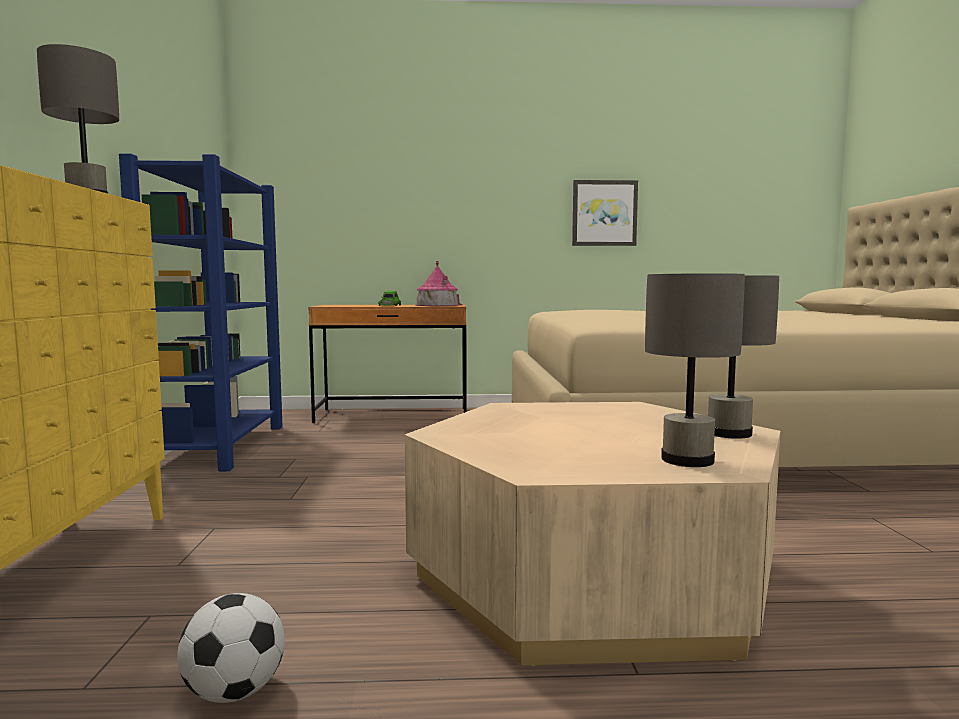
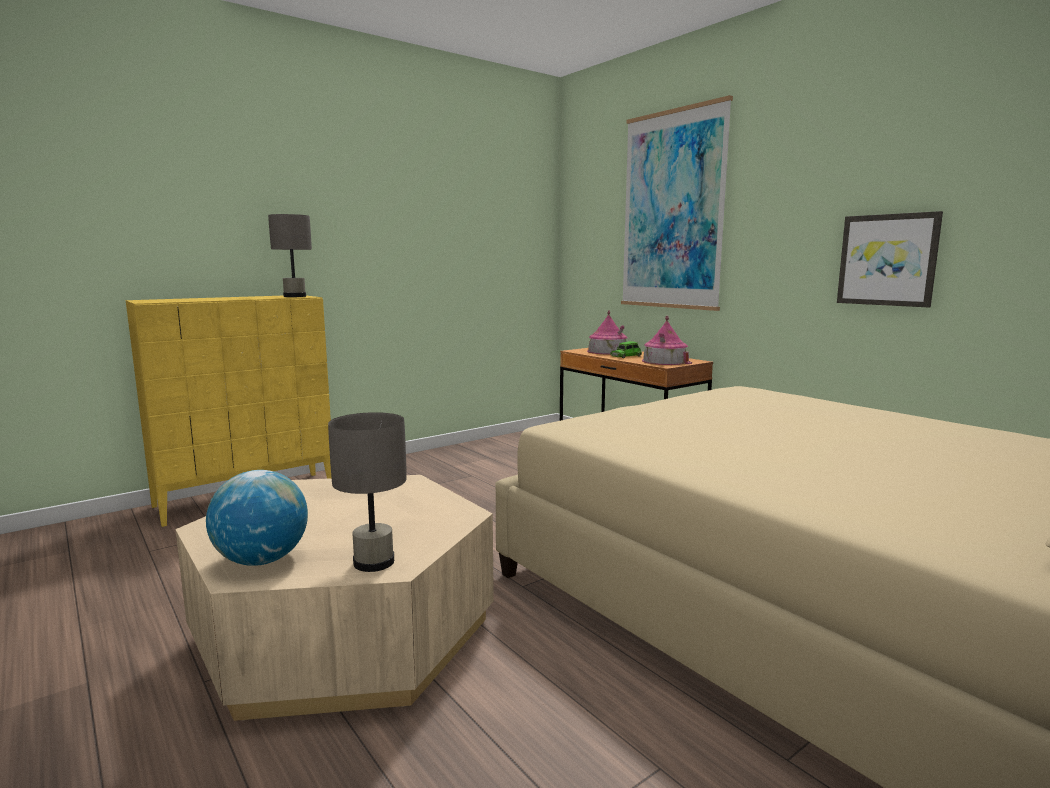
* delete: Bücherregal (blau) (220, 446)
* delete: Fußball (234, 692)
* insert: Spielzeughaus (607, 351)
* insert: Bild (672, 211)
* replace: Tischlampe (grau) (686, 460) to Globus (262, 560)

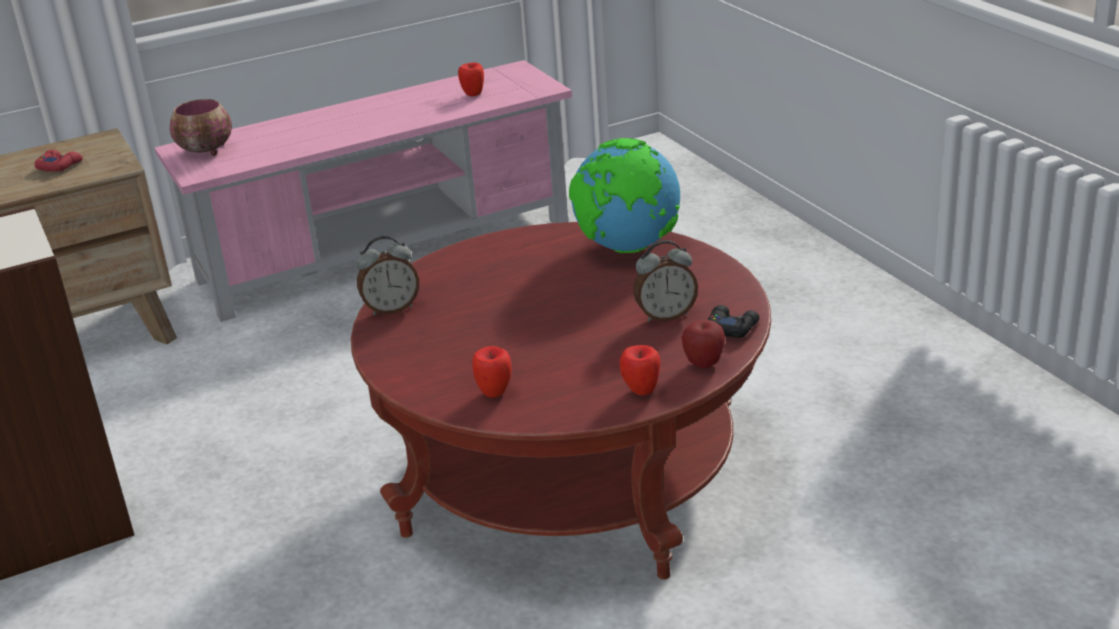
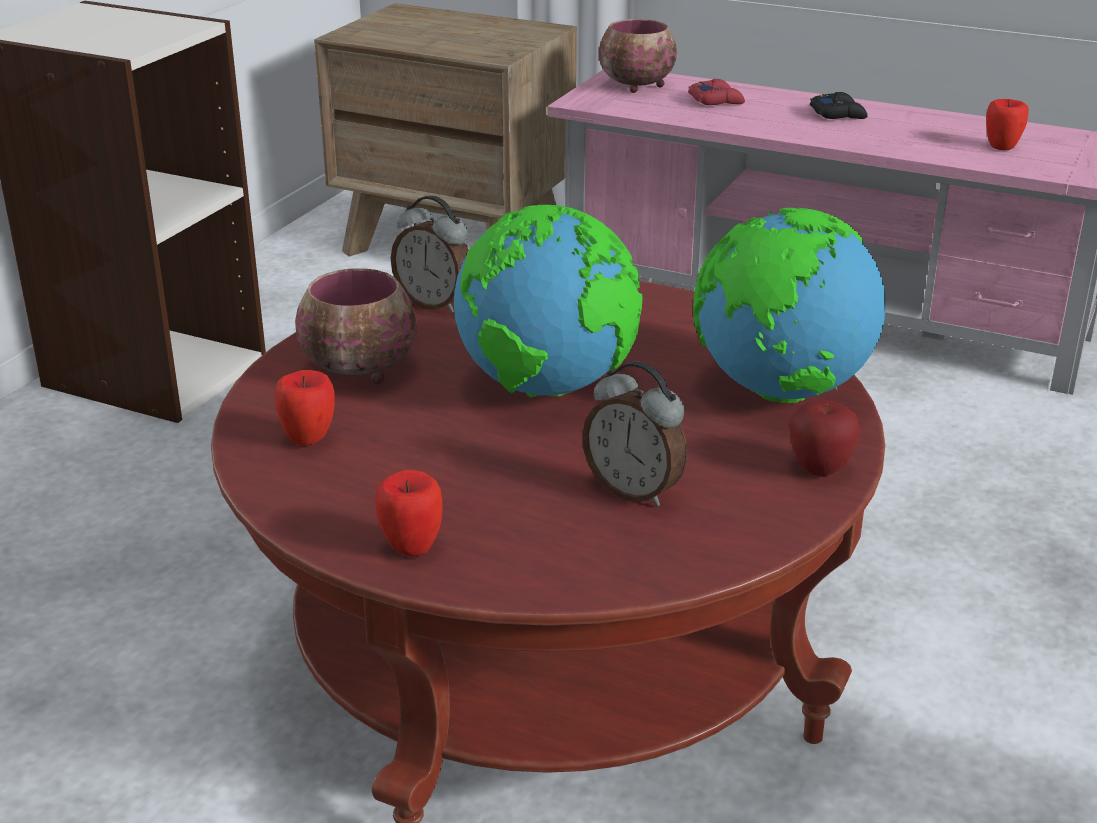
* insert: Schüssel (361, 371)
* insert: Globus (549, 388)
* move: Gamepad (rot) (59, 166) to (716, 100)
* move: Apfel (703, 363) to (819, 469)
* move: Gamepad (schwarz) (731, 327) to (838, 114)

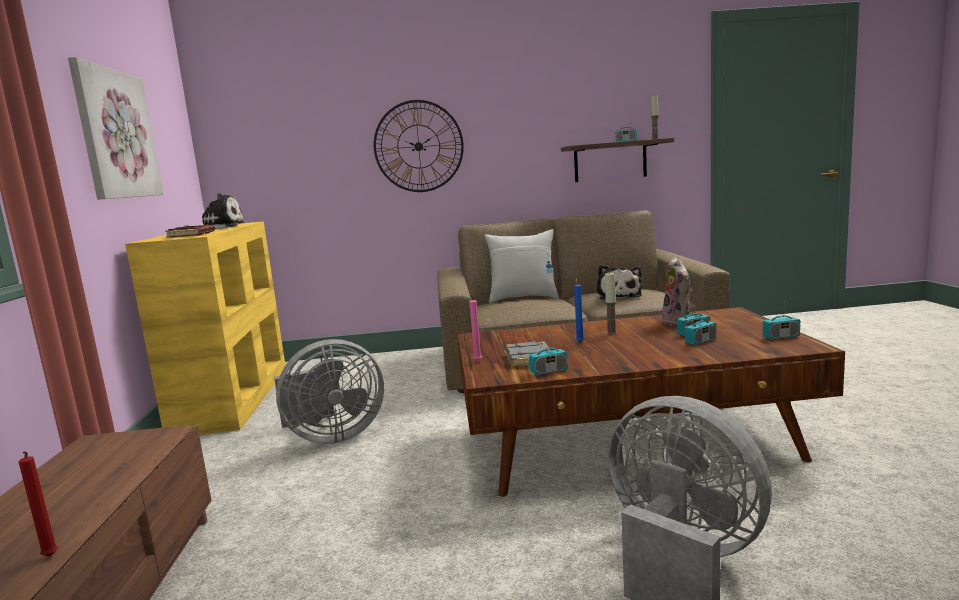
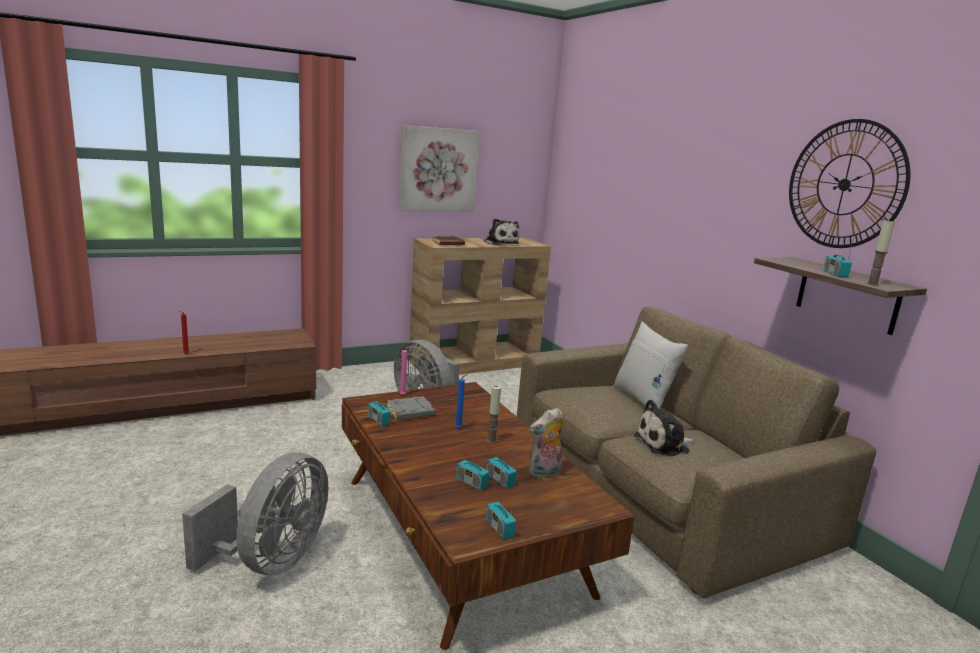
* move: Wanduhr (418, 146) to (844, 184)
* recolor: Bücherregal (gelb) (232, 398) to Bücherregal (braun) (474, 362)

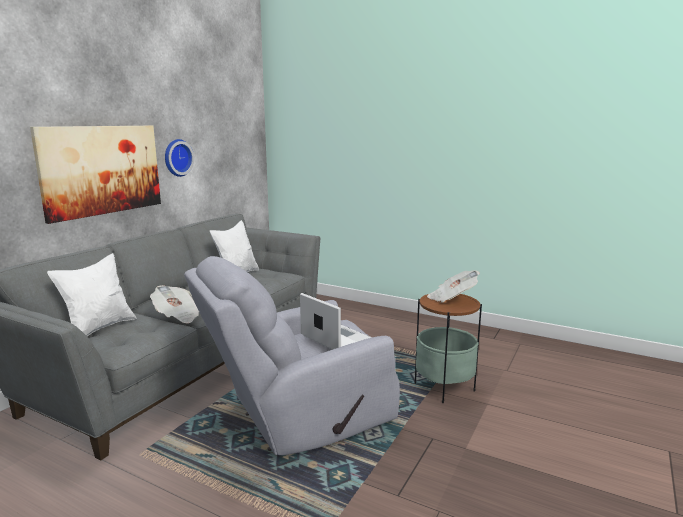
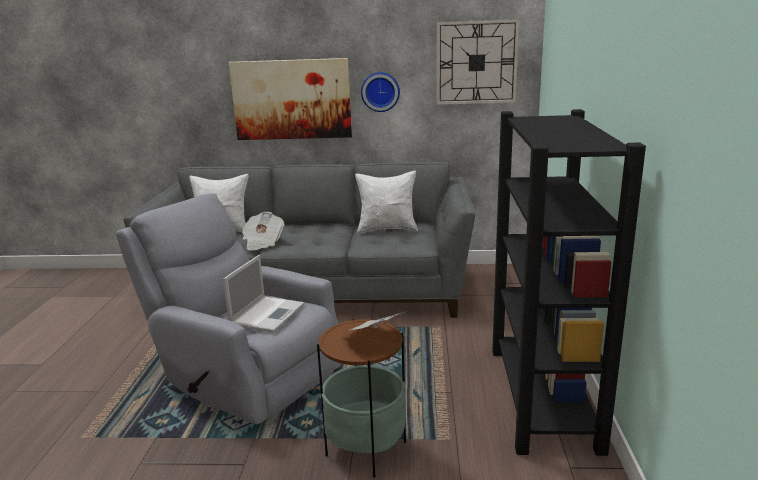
* insert: Wanduhr (476, 62)
* insert: Bücherregal (schwarz) (542, 396)

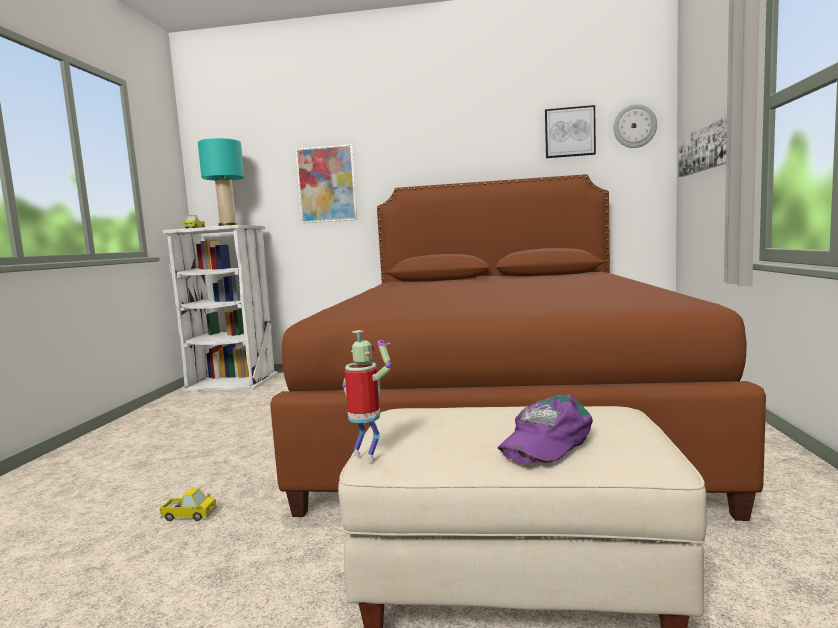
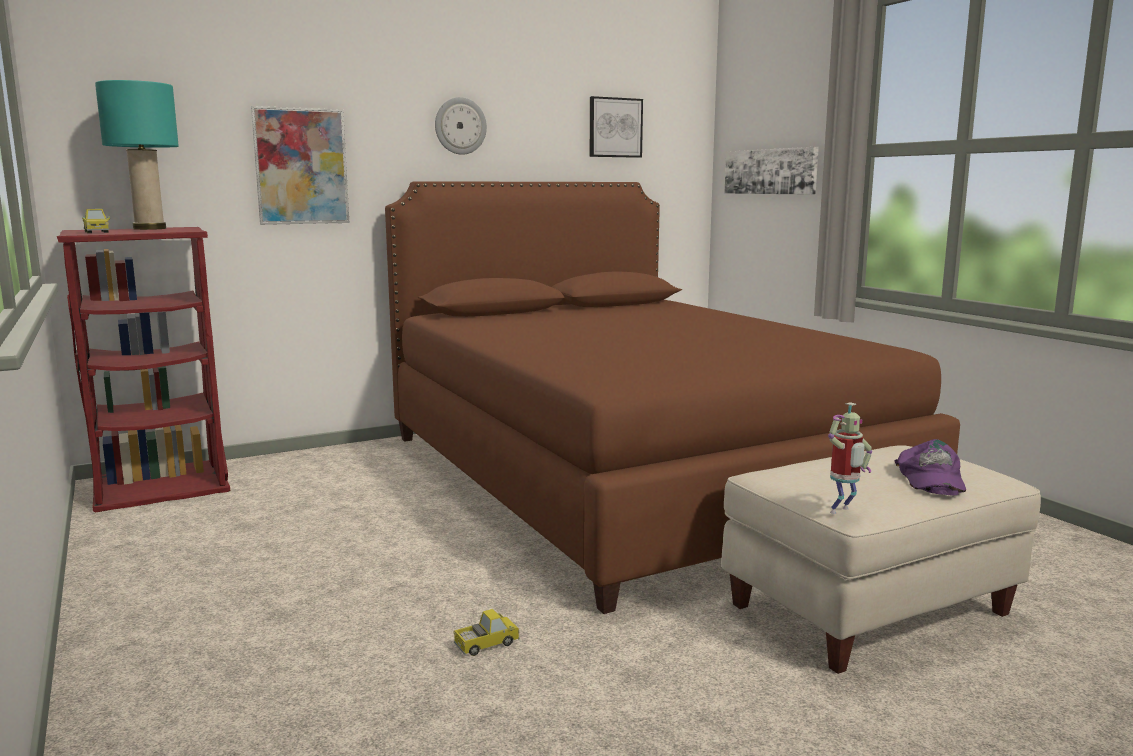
* move: Wanduhr (634, 126) to (460, 126)
* recolor: Bücherregal (weiß) (233, 382) to Bücherregal (rot) (162, 486)
* rotate: Spielzeugroboter (368, 455) = (842, 512) 135 degrees clockwise

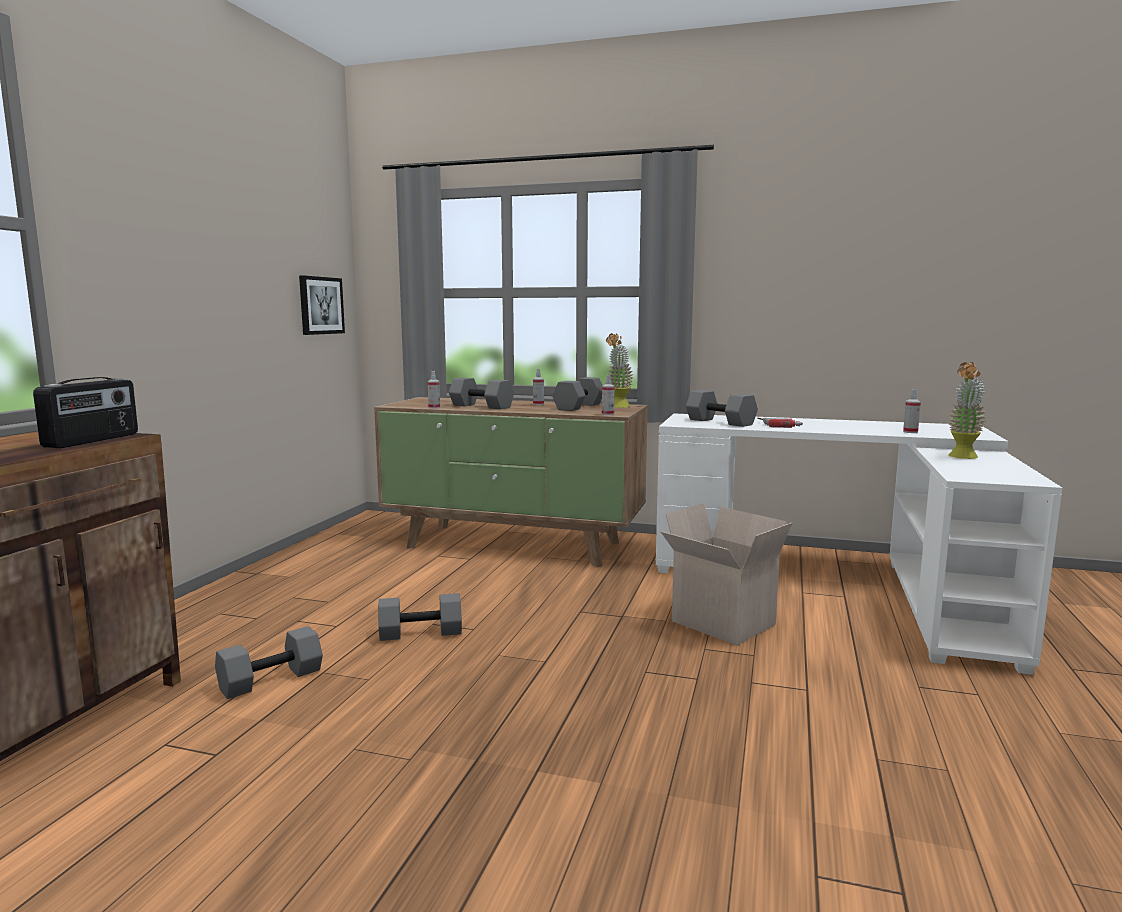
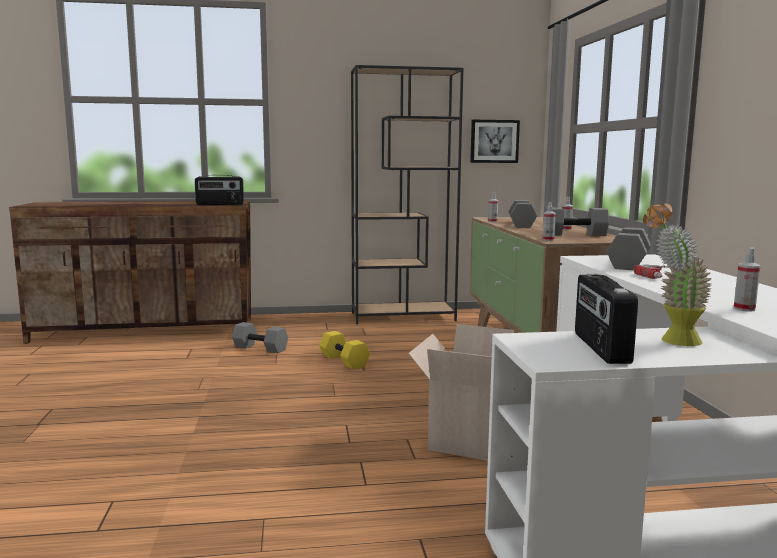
* delete: Topfpflanze (618, 407)
* insert: Bücherregal (403, 317)
* insert: Radio (600, 348)
* recolor: Hantel (grau) (420, 634) to Hantel (gelb) (343, 361)

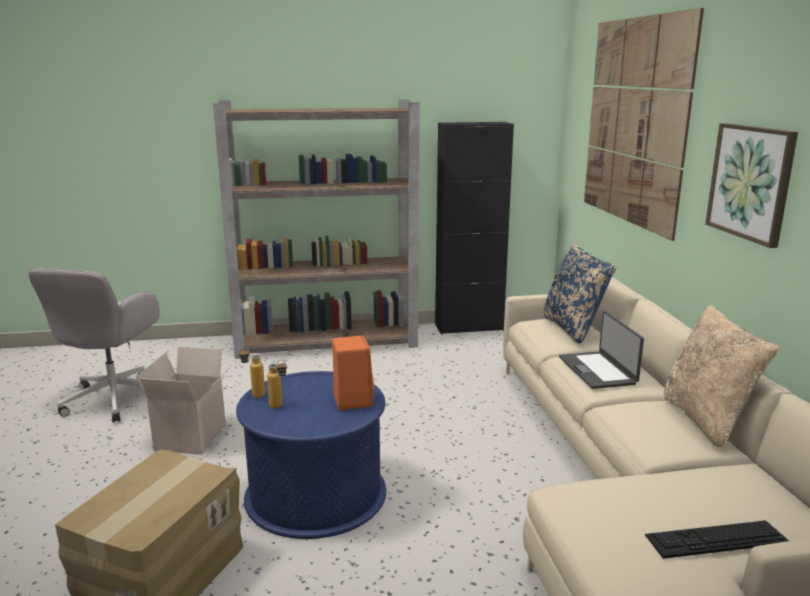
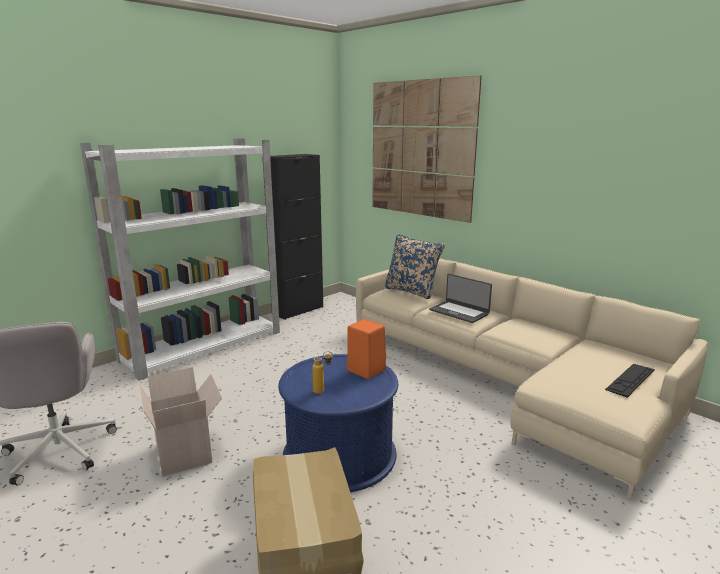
* delete: Flasche (253, 395)
* delete: Kissen (beige) (705, 423)
* delete: Bild (751, 182)
* recolor: Bücherregal (braun) (326, 341) to Bücherregal (weiß) (203, 346)

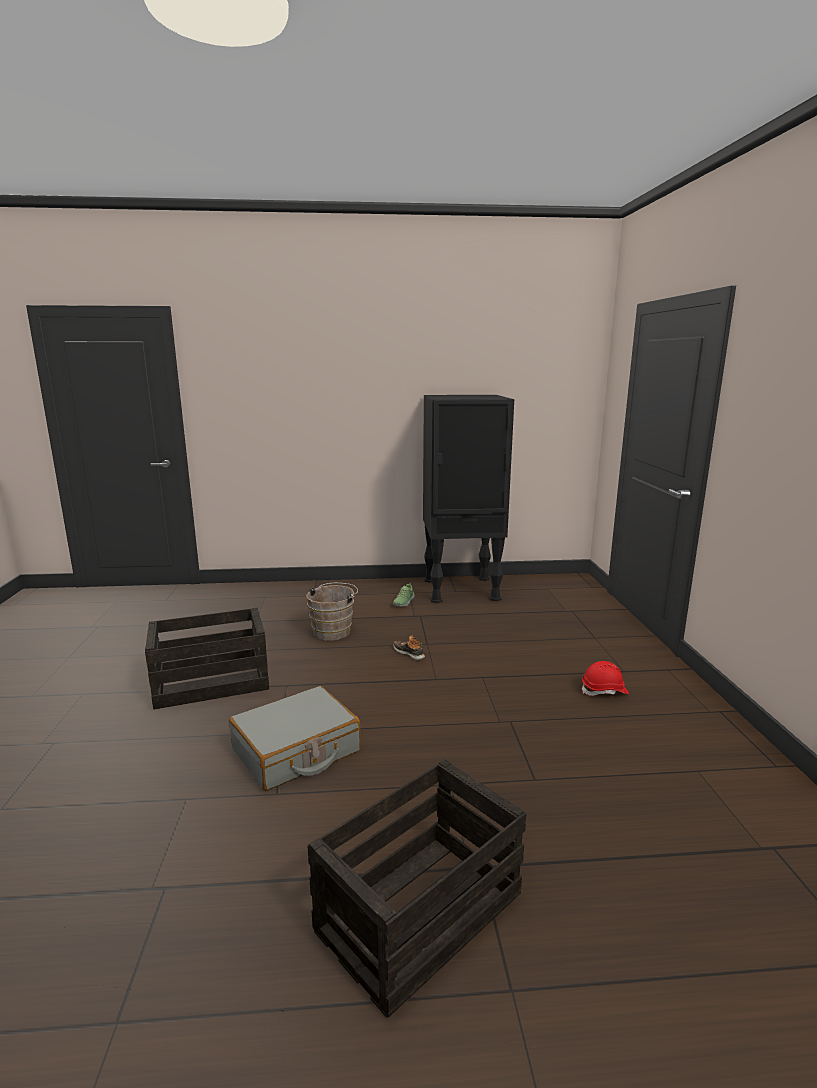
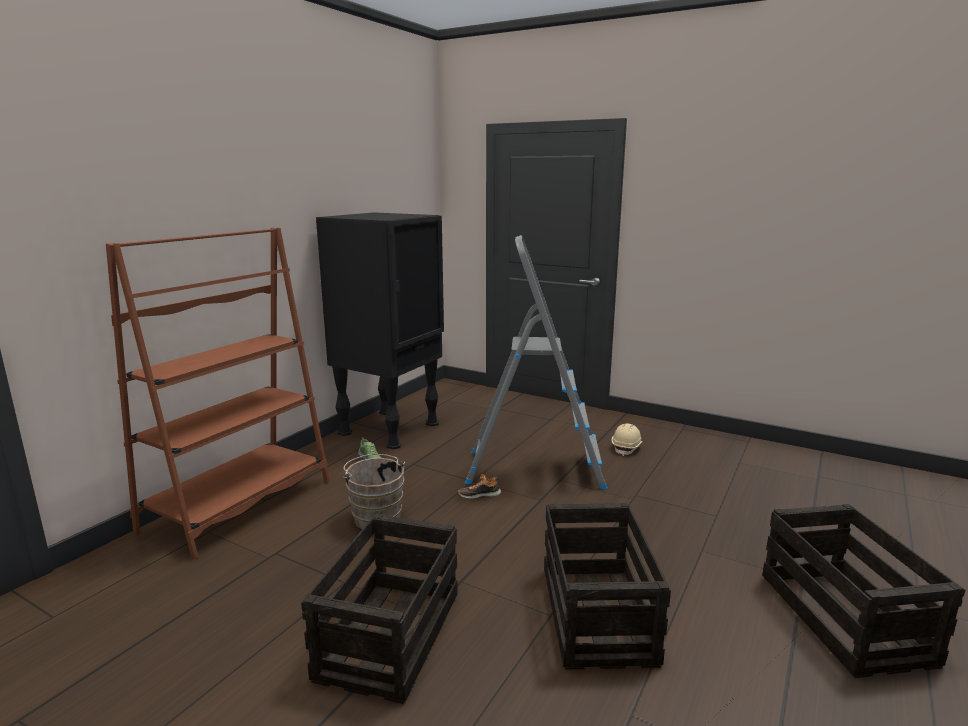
* insert: Bücherregal (braun) (239, 506)
* insert: Trittleiter (grau) (536, 469)
* replace: Koffer (grau) (296, 751) to Kiste (596, 612)
* recolor: Schutzhelm (rot) (604, 691) to Schutzhelm (beige) (627, 448)

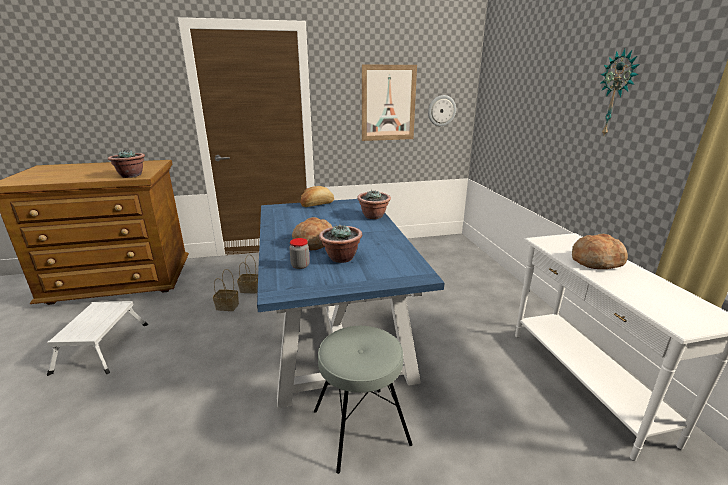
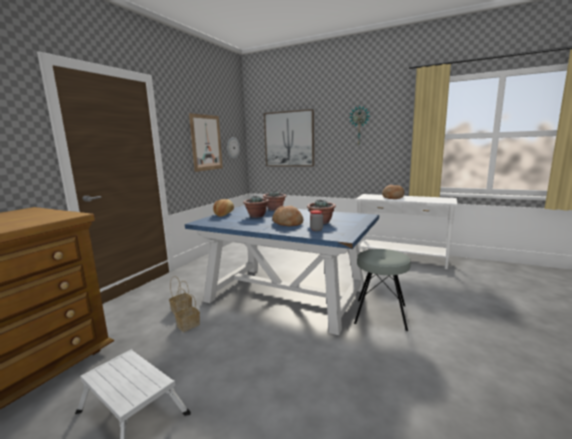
* insert: Bild (289, 139)
* move: Topfpflanze (131, 175) to (256, 216)

